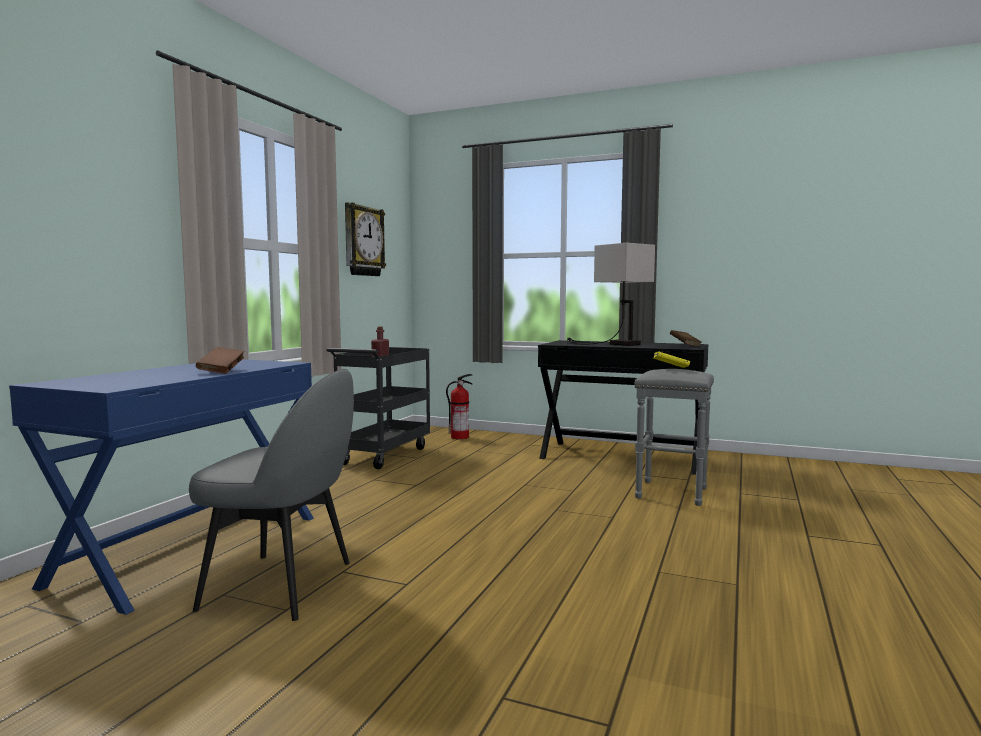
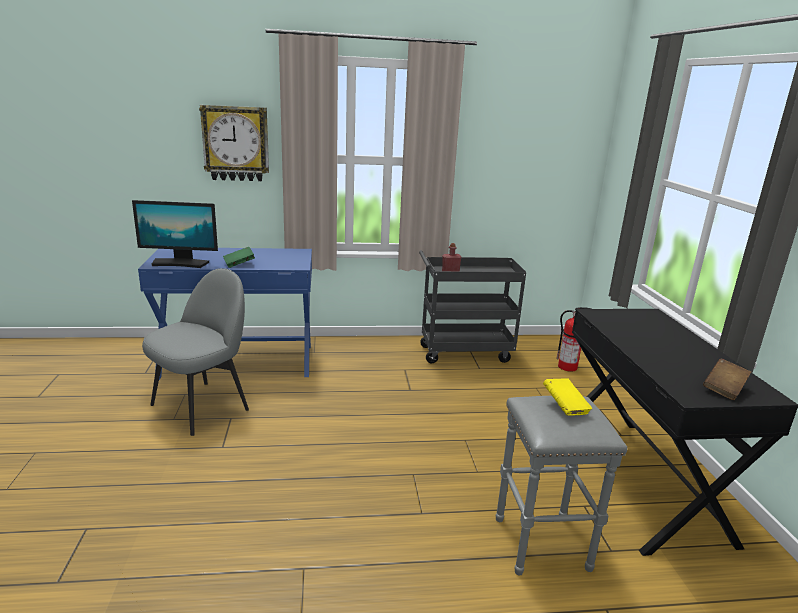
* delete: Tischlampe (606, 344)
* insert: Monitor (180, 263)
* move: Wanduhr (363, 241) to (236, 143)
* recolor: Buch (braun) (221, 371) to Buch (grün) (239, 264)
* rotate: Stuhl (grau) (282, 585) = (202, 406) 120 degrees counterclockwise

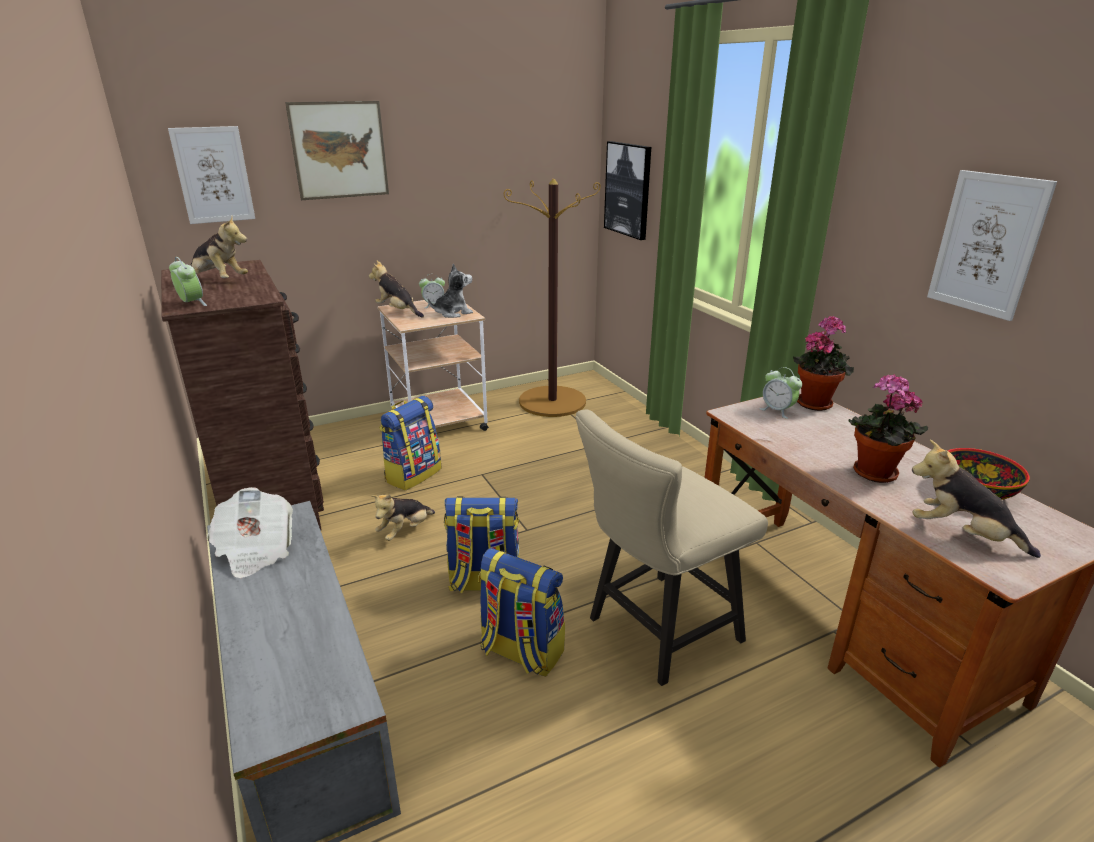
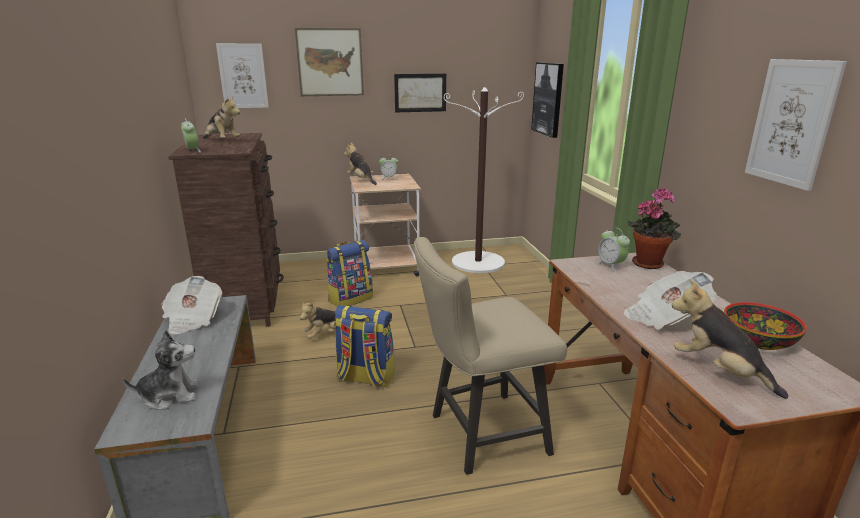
* delete: Rucksack (520, 652)
* insert: Bild (420, 92)
* move: Plüschtier (453, 313) to (170, 396)
* replace: Topfpflanze (872, 474) to Zeitung (664, 317)
* recolor: Kleiderständer (braun) (552, 402) to Kleiderständer (weiß) (478, 262)

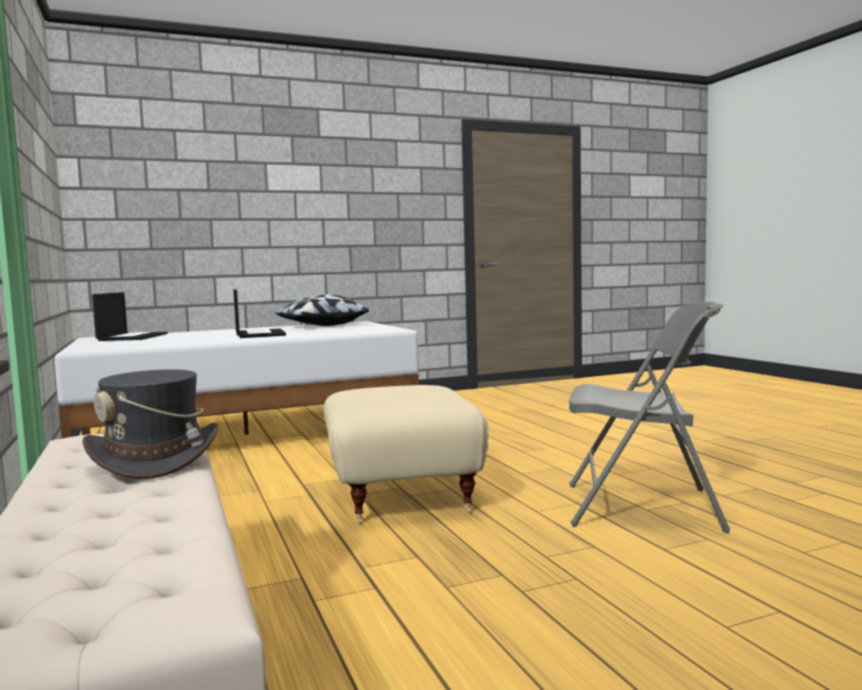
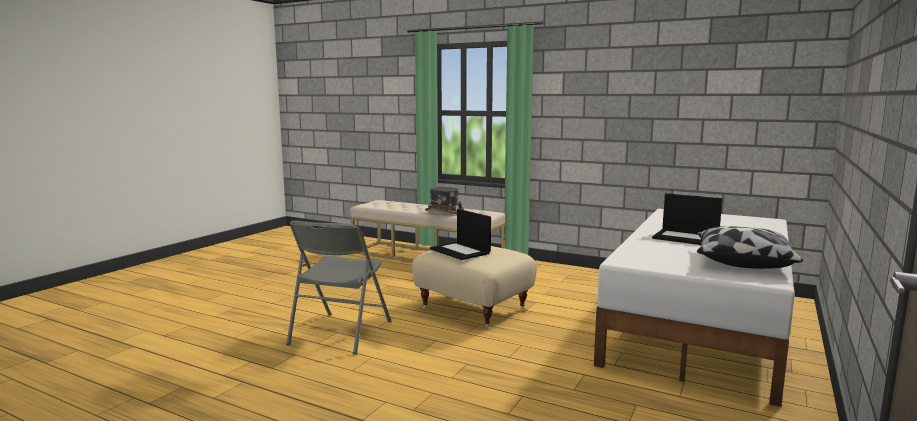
* move: Laptop (132, 337) to (461, 251)
* rotate: Stuhl (grau) (641, 507) = (341, 333) 45 degrees counterclockwise

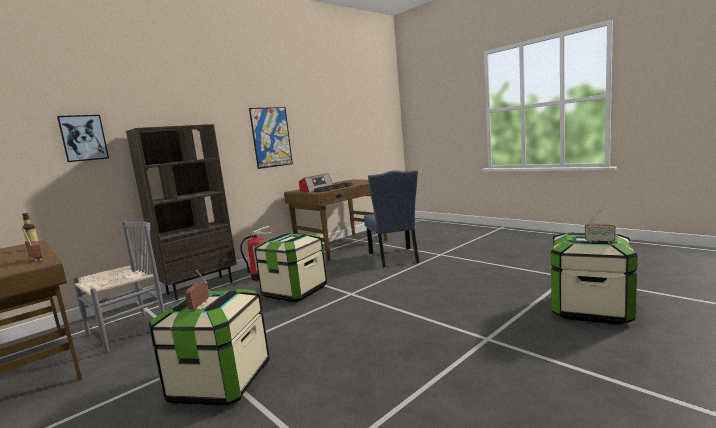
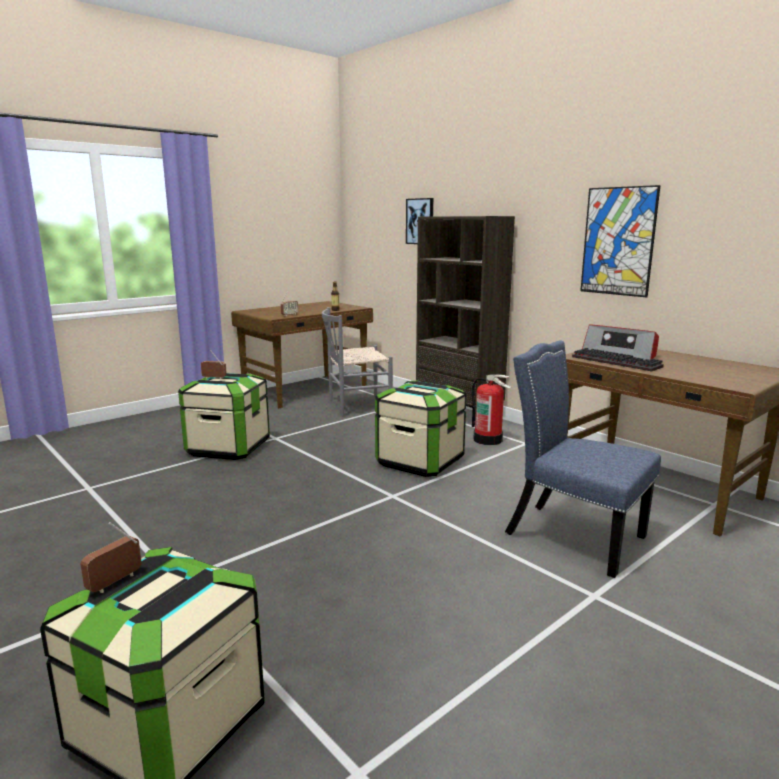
* rotate: Stuhl (grau) (131, 330) = (356, 406) 120 degrees clockwise
* rotate: Stuhl (blau) (394, 257) = (576, 537) 45 degrees clockwise

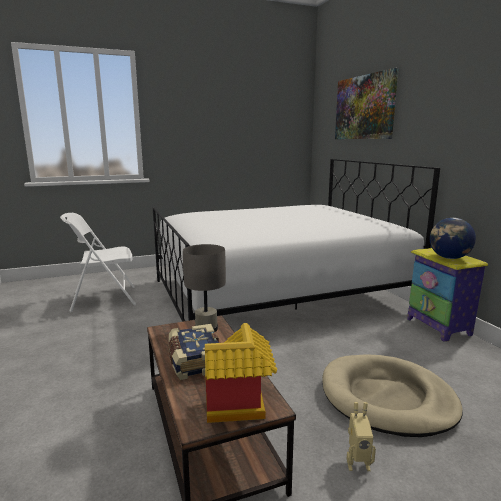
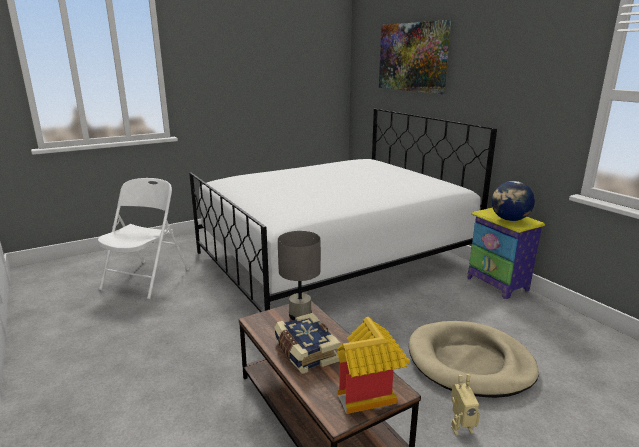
* rotate: Stuhl (weiß) (104, 298) = (146, 279) 135 degrees clockwise

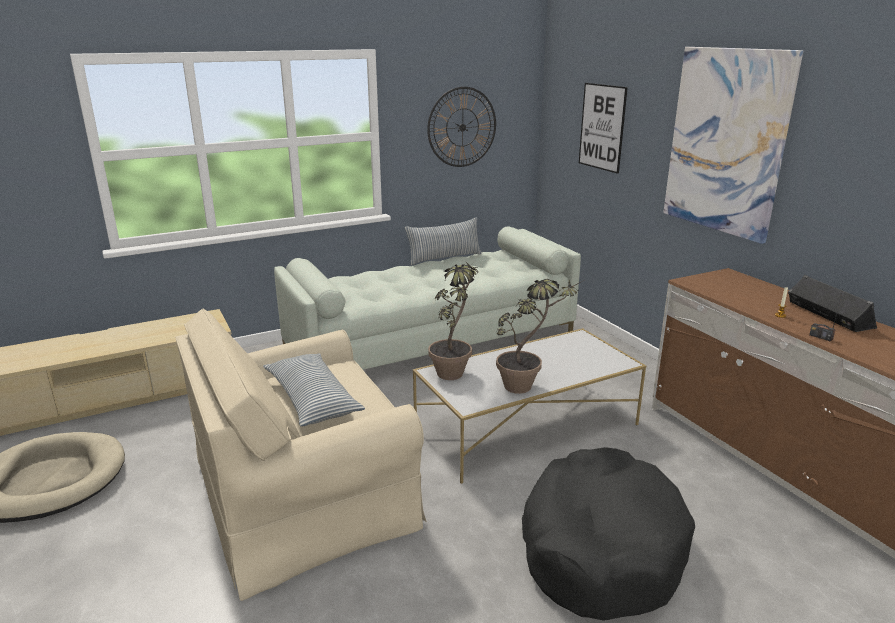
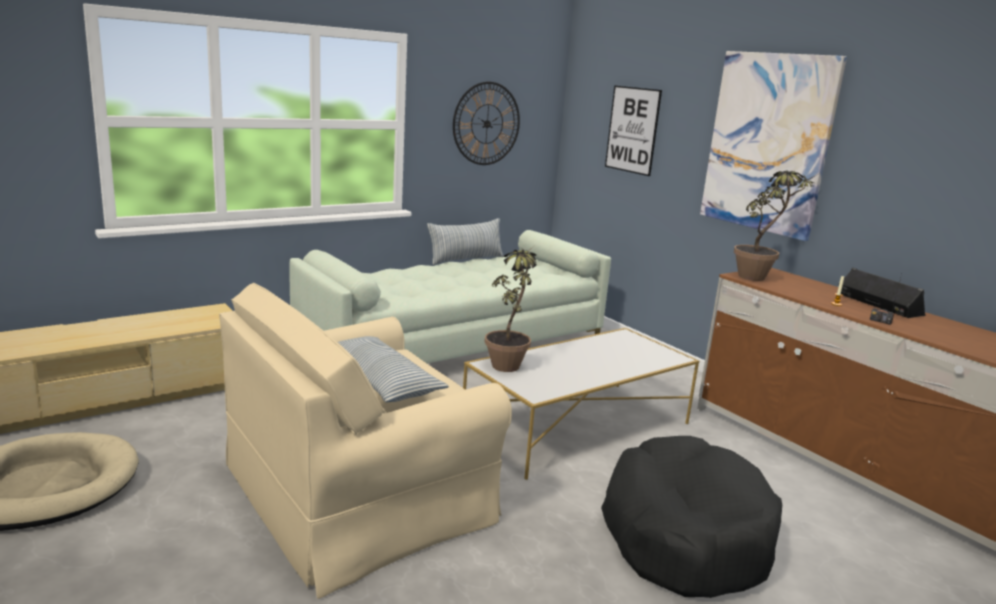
* move: Topfpflanze (527, 386) to (759, 277)

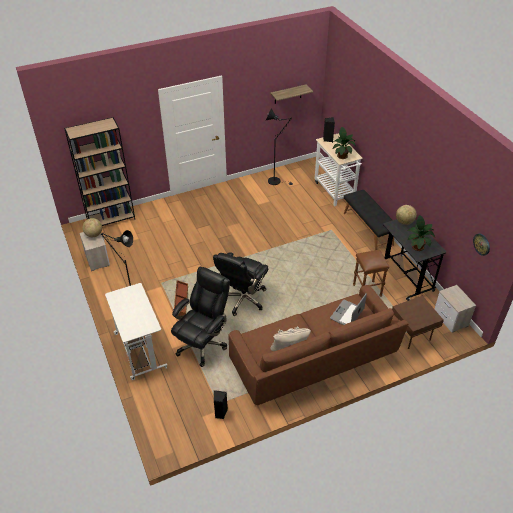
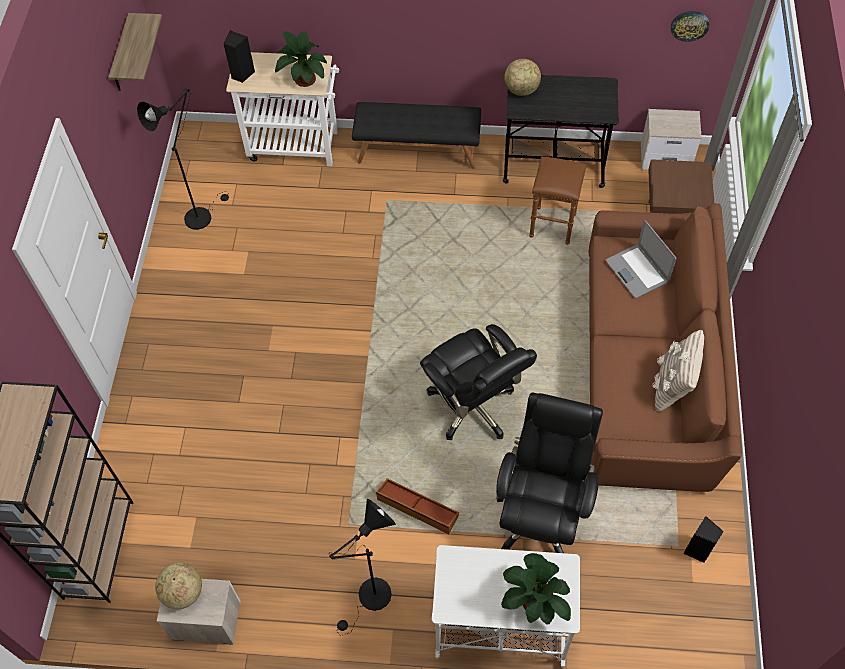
* move: Topfpflanze (418, 246) to (534, 599)
* rotate: Bürostuhl (schwarz) (203, 345) = (541, 514) 45 degrees clockwise

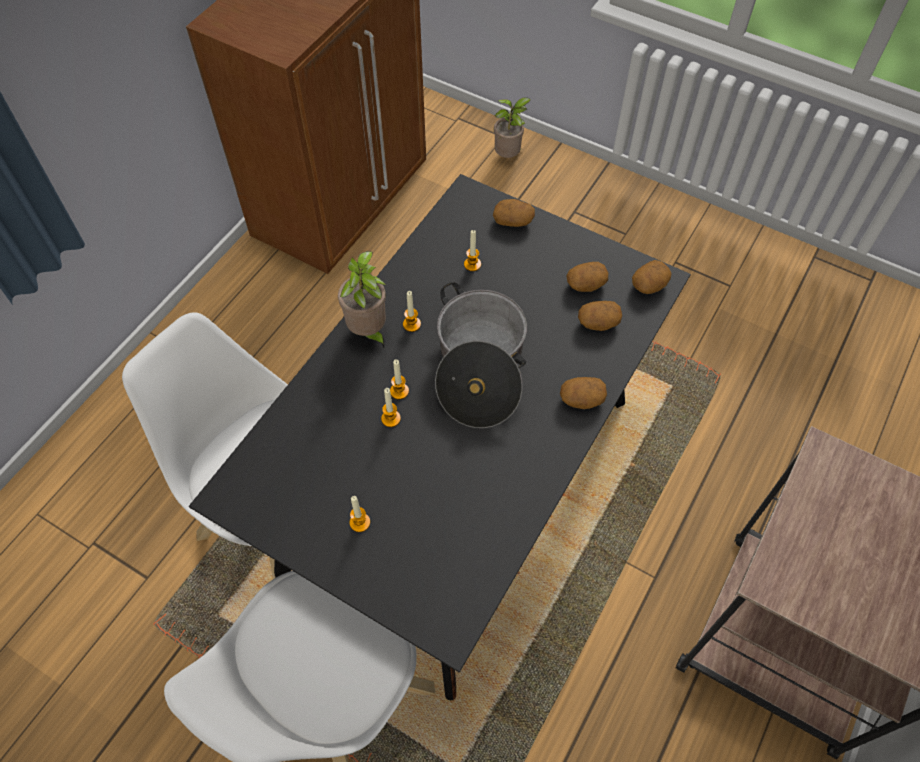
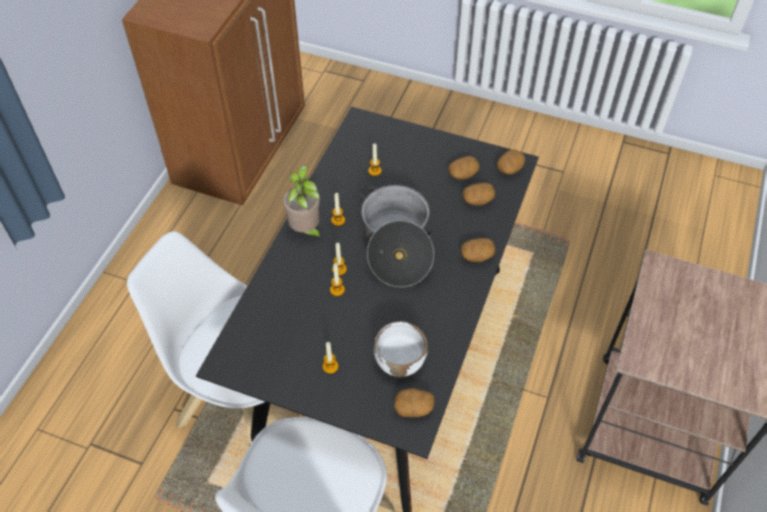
* delete: Topfpflanze (509, 156)
* insert: Schüssel (weiß) (400, 361)
* move: Kartoffel (513, 220) to (414, 407)

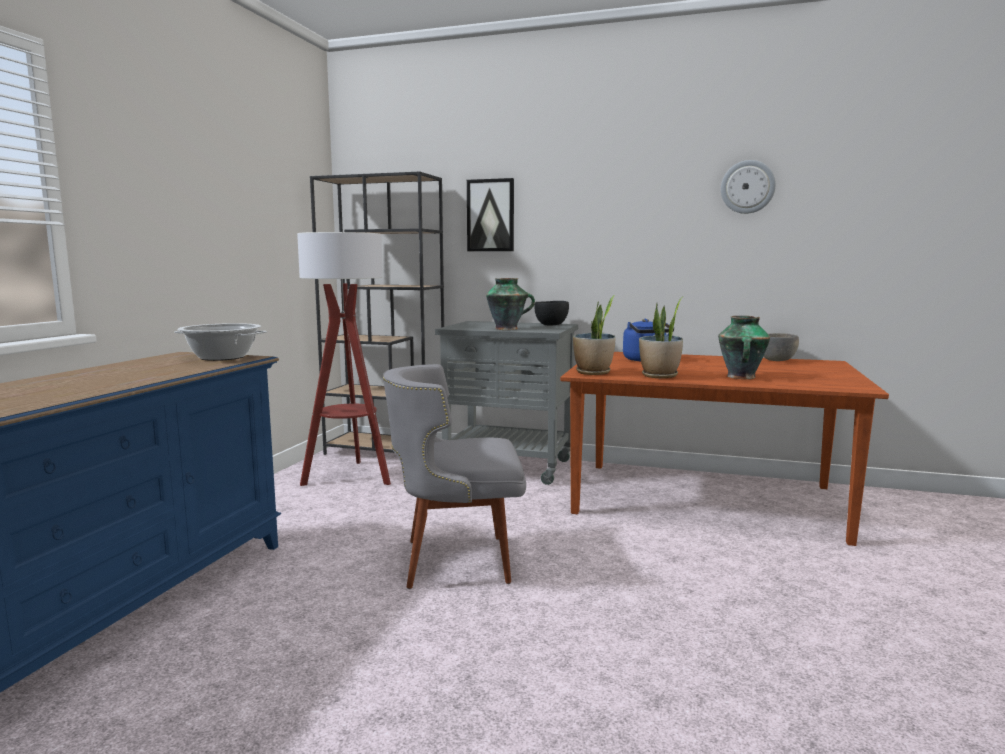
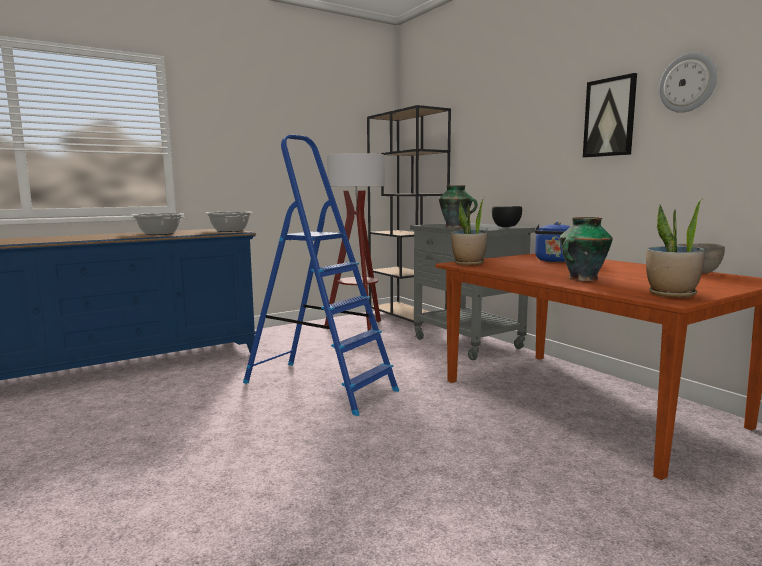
* insert: Kochtopf (159, 234)
* move: Bild (490, 215) to (609, 117)
* move: Topfpflanze (659, 376) to (671, 294)
* replace: Stuhl (grau) (458, 562) to Trittleiter (blau) (320, 386)

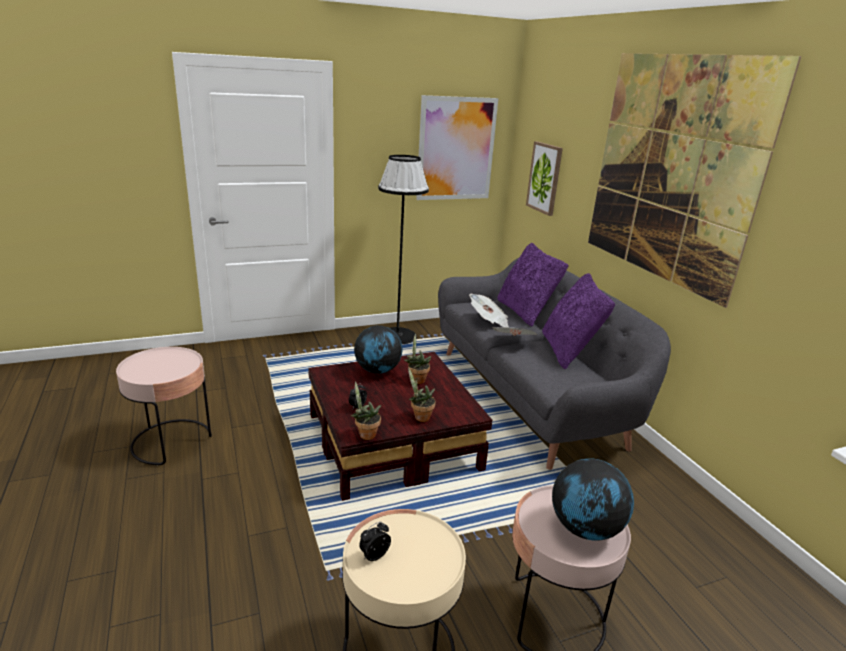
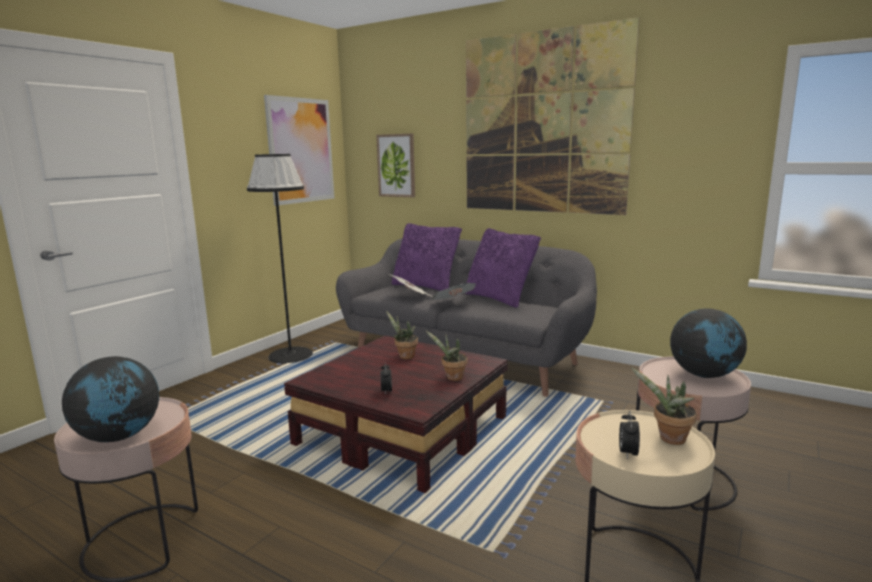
* move: Topfpflanze (365, 434) to (668, 439)
* move: Globus (378, 370) to (119, 436)

